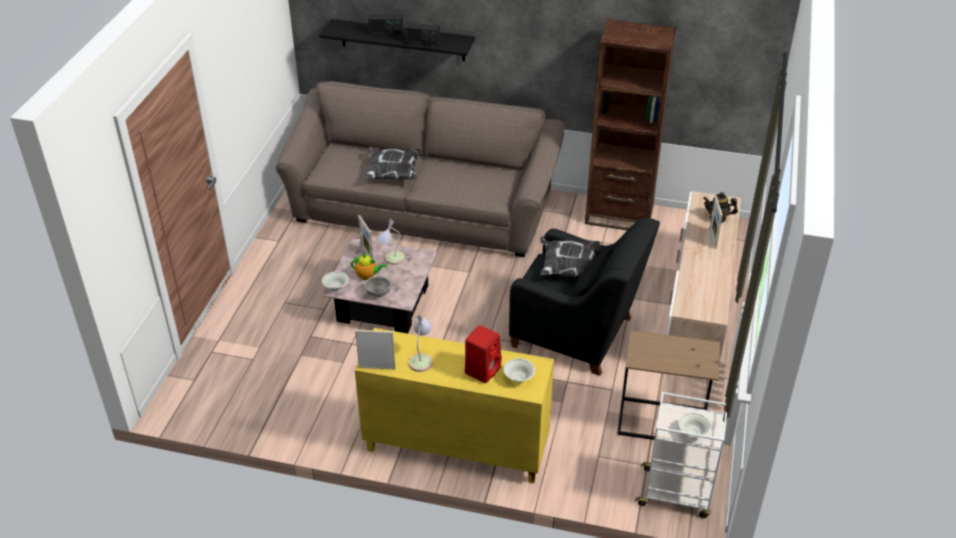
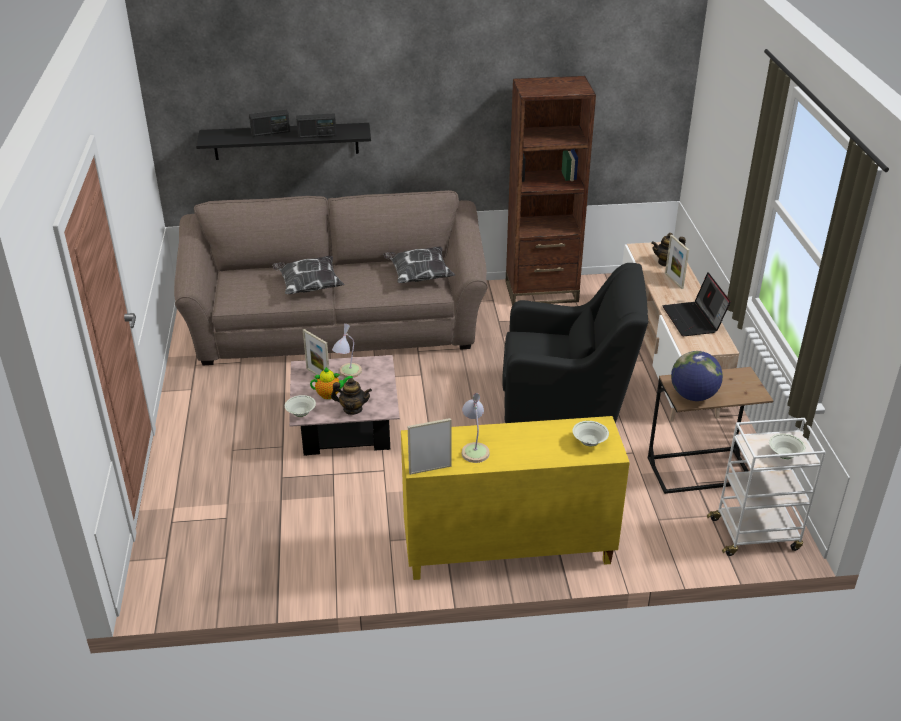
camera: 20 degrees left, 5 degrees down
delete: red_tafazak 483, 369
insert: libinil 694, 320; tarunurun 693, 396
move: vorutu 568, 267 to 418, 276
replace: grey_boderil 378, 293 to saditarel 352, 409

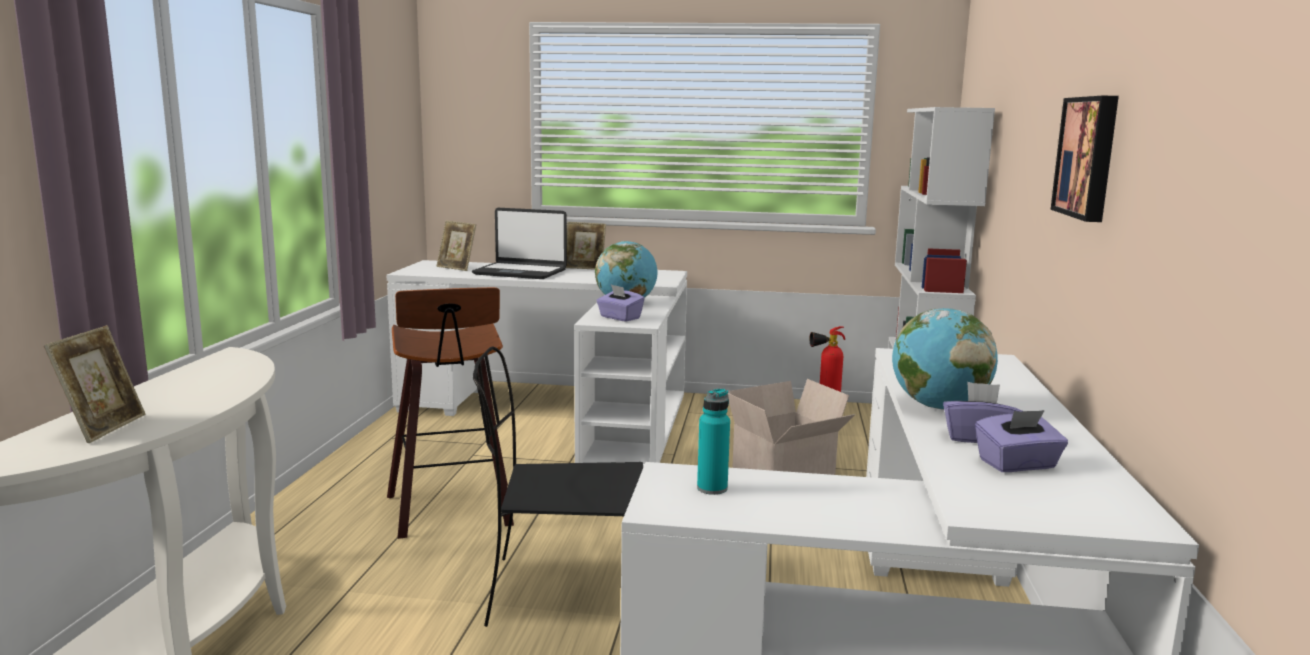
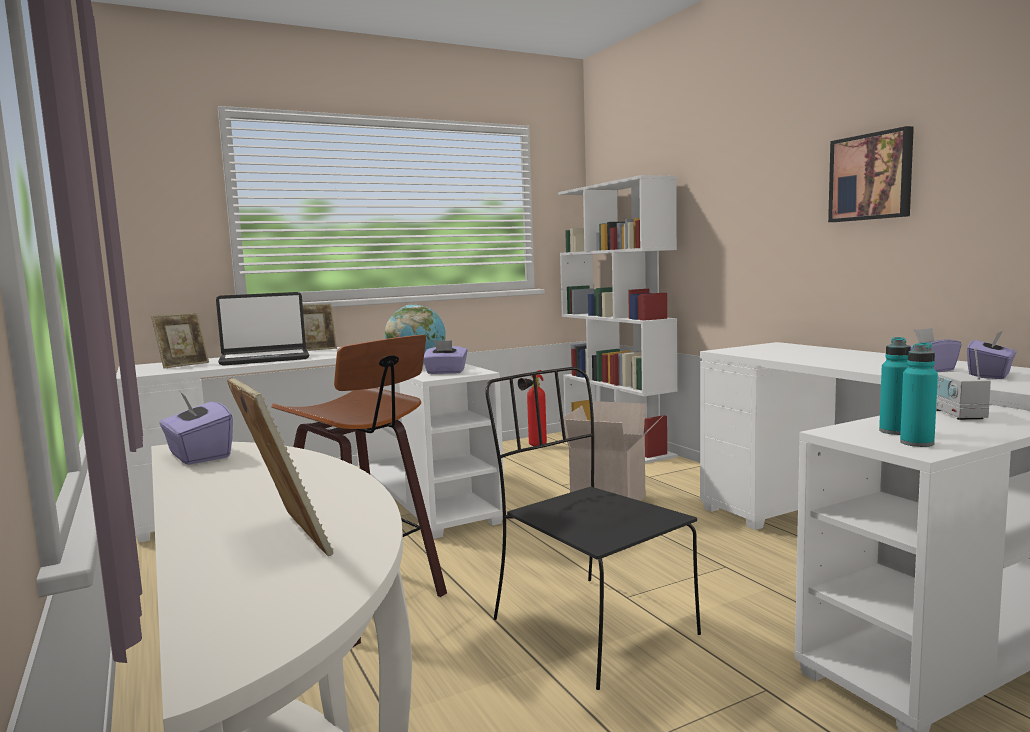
camera: 35 degrees left, 5 degrees down
delete: tarunurun 938, 407
insert: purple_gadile 198, 455; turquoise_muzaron 917, 443; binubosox 958, 414
rotate: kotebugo 456, 268 = 183, 365 45 degrees counterclockwise; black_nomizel 563, 592 = 589, 626 90 degrees clockwise

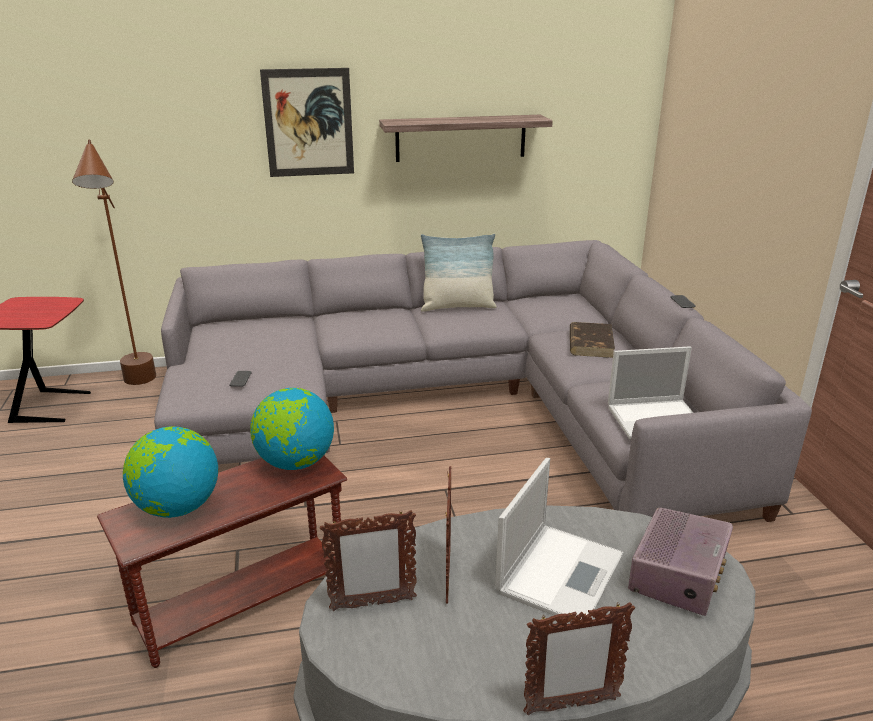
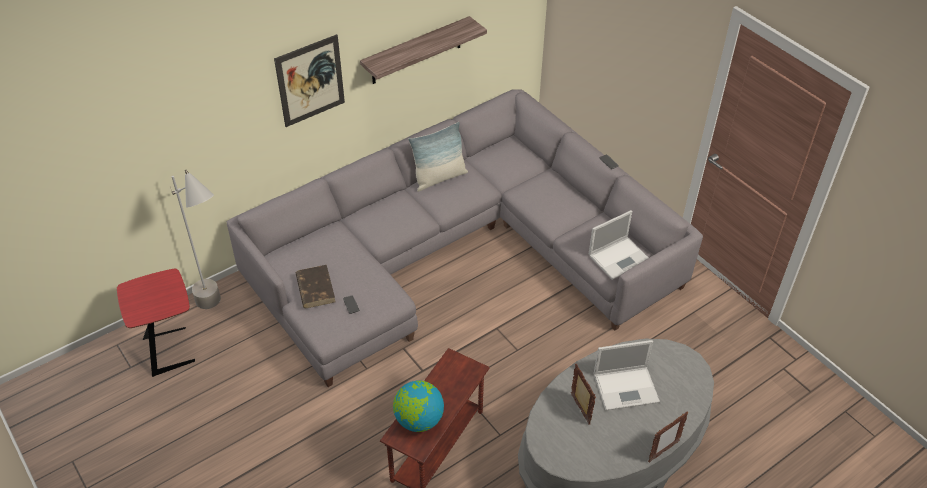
camera: 25 degrees left, 20 degrees up
delete: tarunurun 295, 463; kotebugo 372, 604; binubosox 678, 575
move: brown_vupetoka 590, 343 to 315, 288
recolor: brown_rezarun 139, 389 to grey_rezarun 219, 311
rotate: libinil 561, 571 = 627, 388 75 degrees clockwise

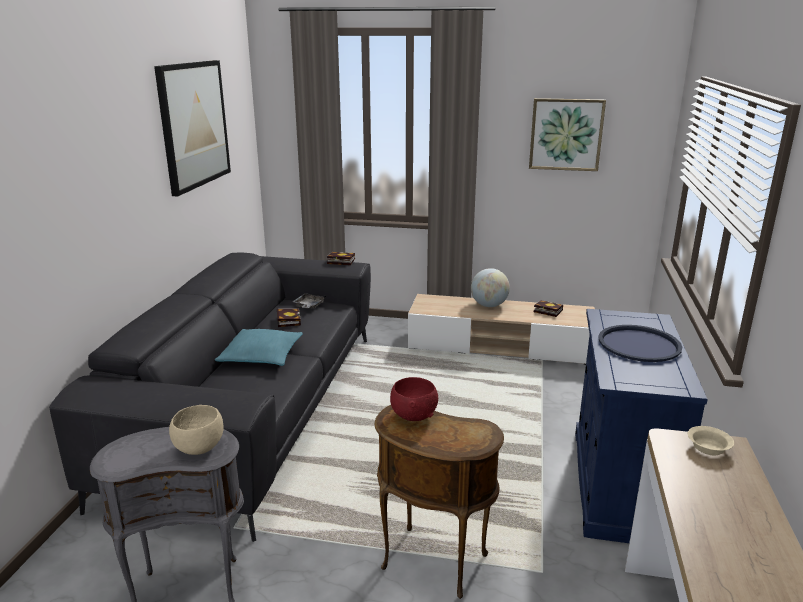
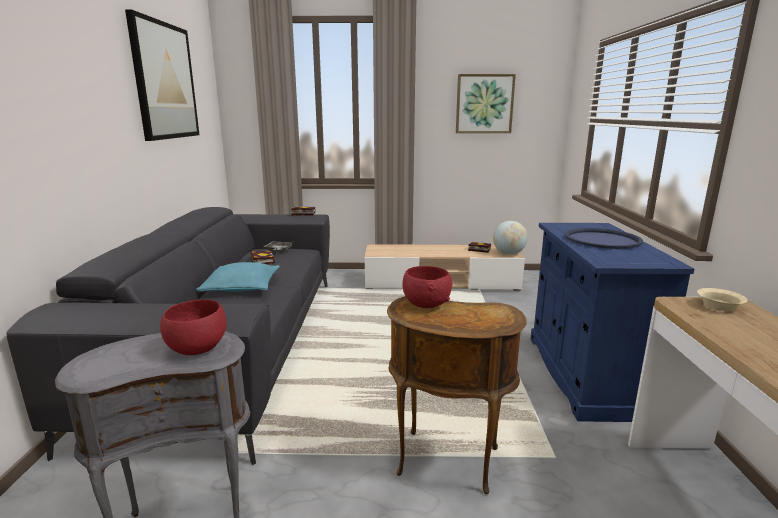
camera: 10 degrees left, 5 degrees down
move: tarunurun 489, 305 to 508, 253
recolor: beige_boderil 199, 448 to red_boderil 197, 349

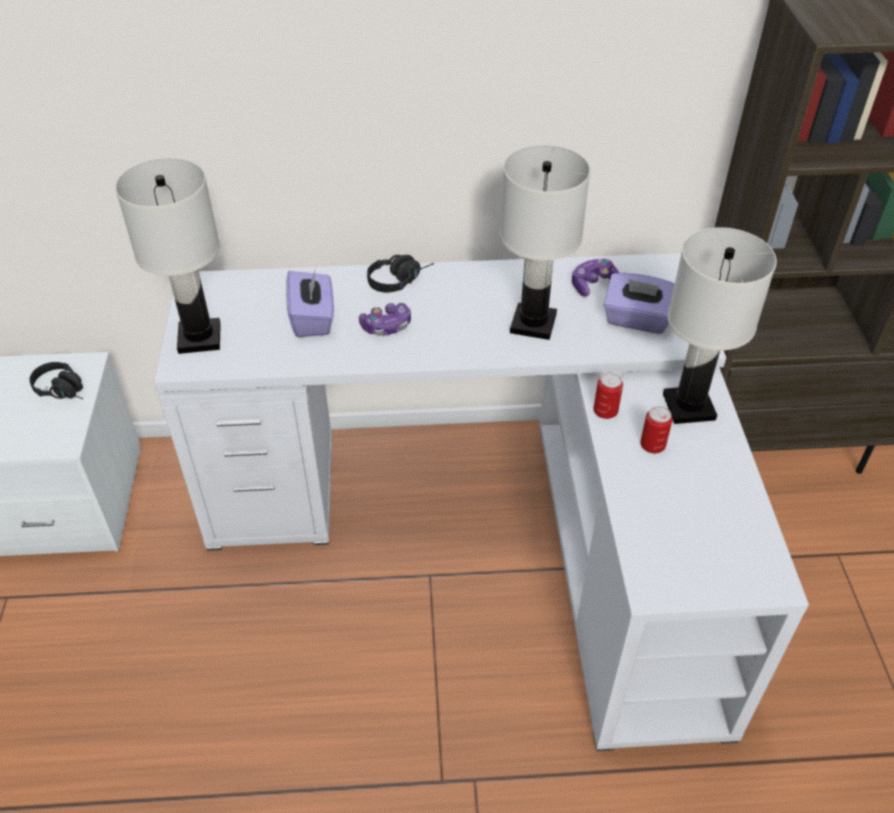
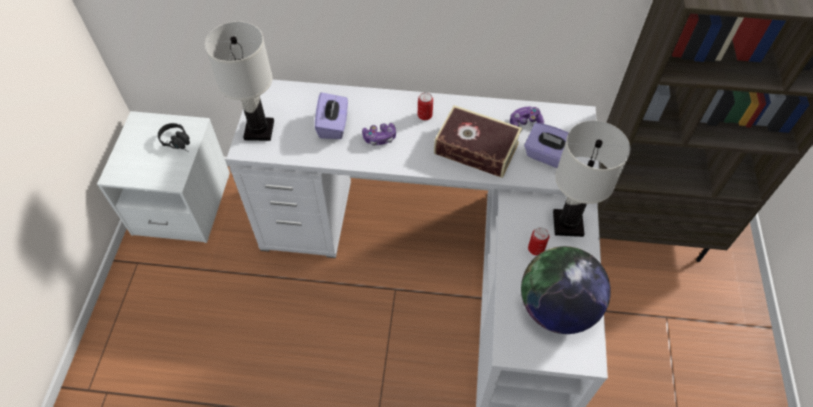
camera: 10 degrees right, 10 degrees up
delete: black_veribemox 400, 280
insert: tarunurun 556, 308
move: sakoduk 605, 411 to 425, 115
replace: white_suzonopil 532, 323 to vupetoka 476, 148

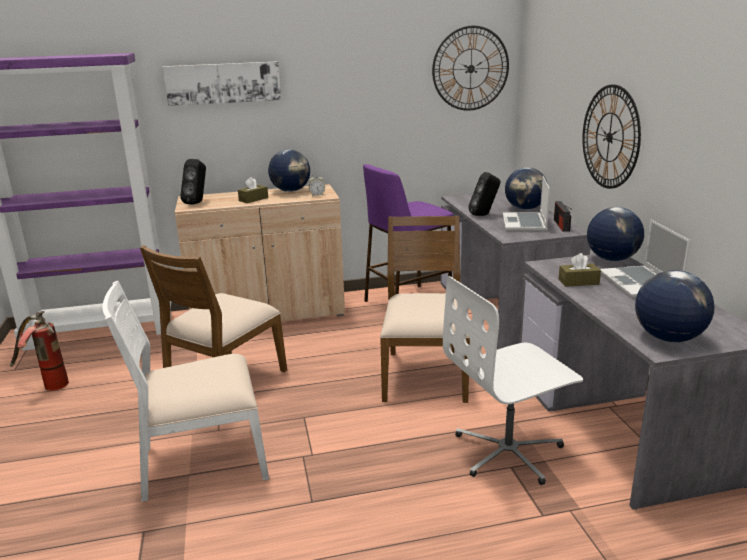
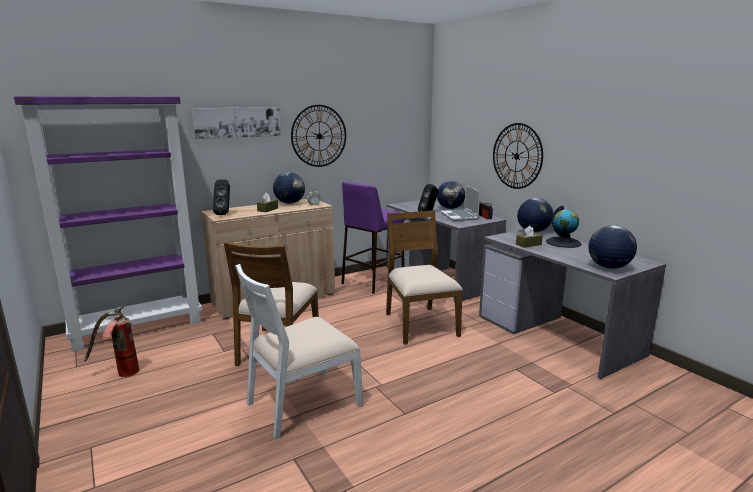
camera: 20 degrees left, 5 degrees down
delete: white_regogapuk 509, 452
move: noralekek 470, 68 to 319, 136
replace: libinil 640, 284 to tarunurun 563, 242

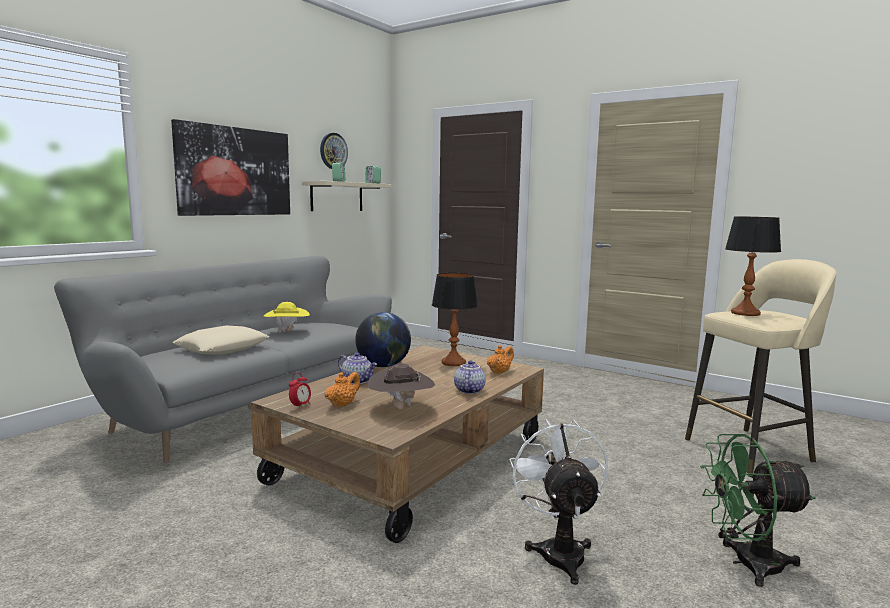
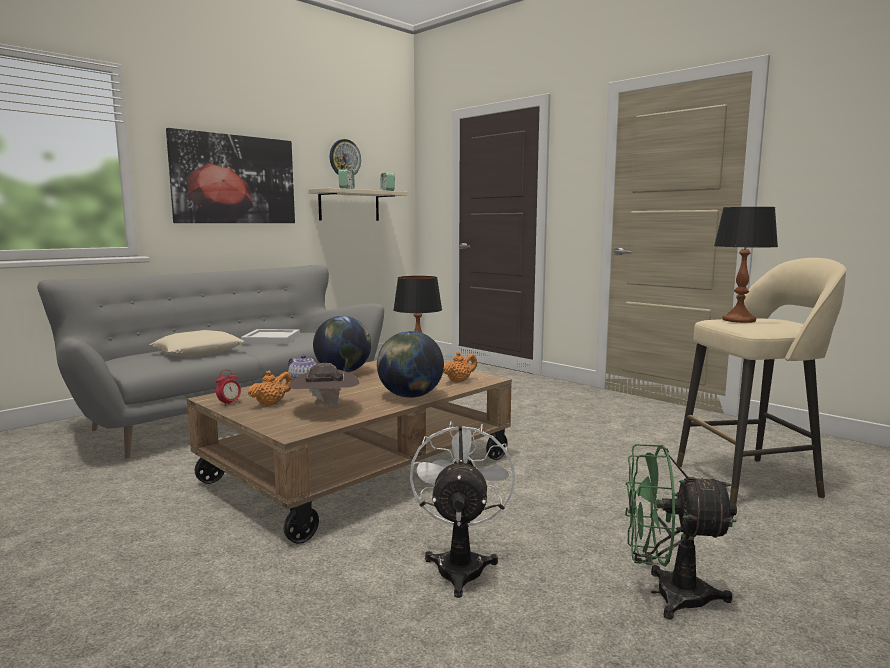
camera: 10 degrees right, 0 degrees up
replace: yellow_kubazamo 287, 332 to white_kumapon 272, 339; saditarel 468, 390 to tarunurun 410, 396

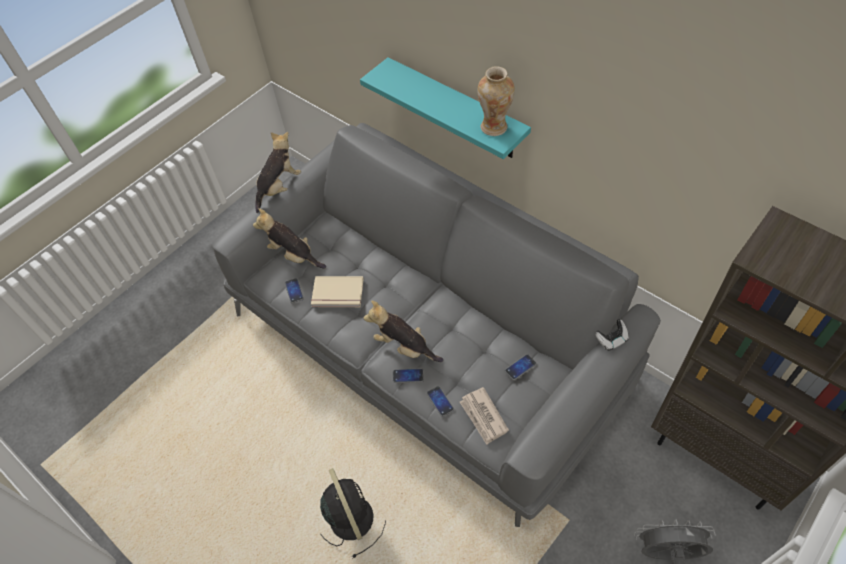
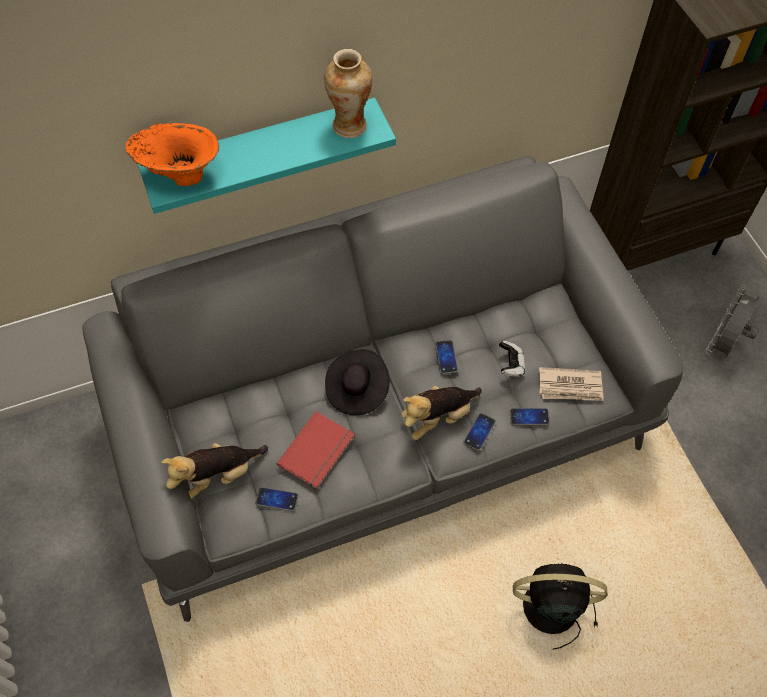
camera: 65 degrees left, 5 degrees up
delete: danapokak 279, 187
insert: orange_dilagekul 180, 174; black_kubazamo 357, 390
move: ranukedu 520, 367 to 446, 357; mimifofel 611, 339 to 510, 364
recolor: beige_vupetoka 338, 294 to red_vupetoka 318, 452

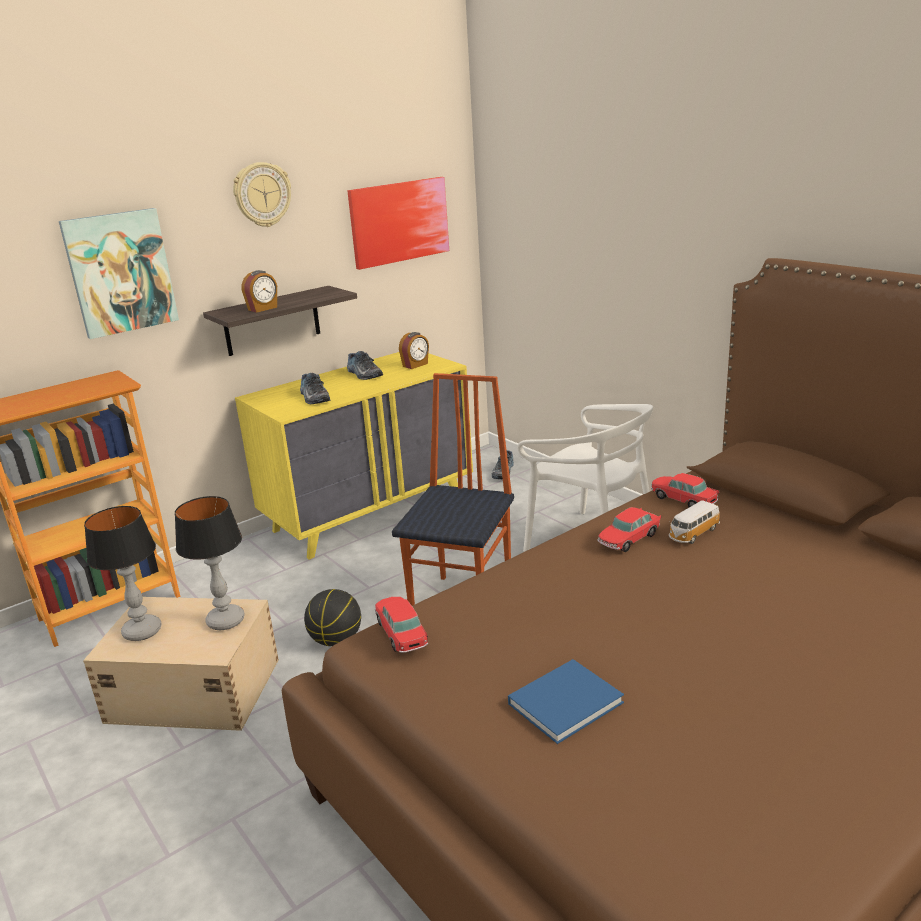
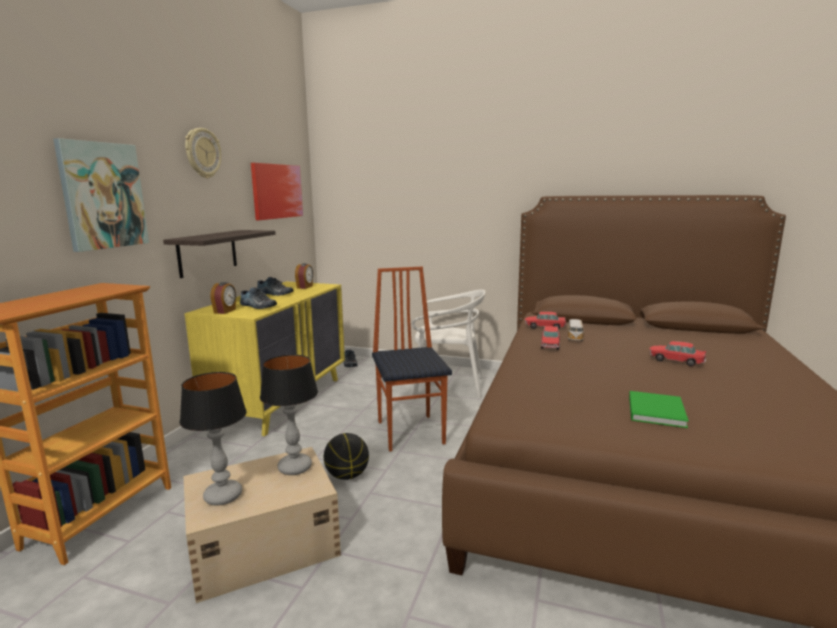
camera: 35 degrees left, 10 degrees down
move: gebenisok 263, 309 to 225, 311; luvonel 401, 633 to 676, 361
recolor: blue_vupetoka 568, 702 to green_vupetoka 656, 410

